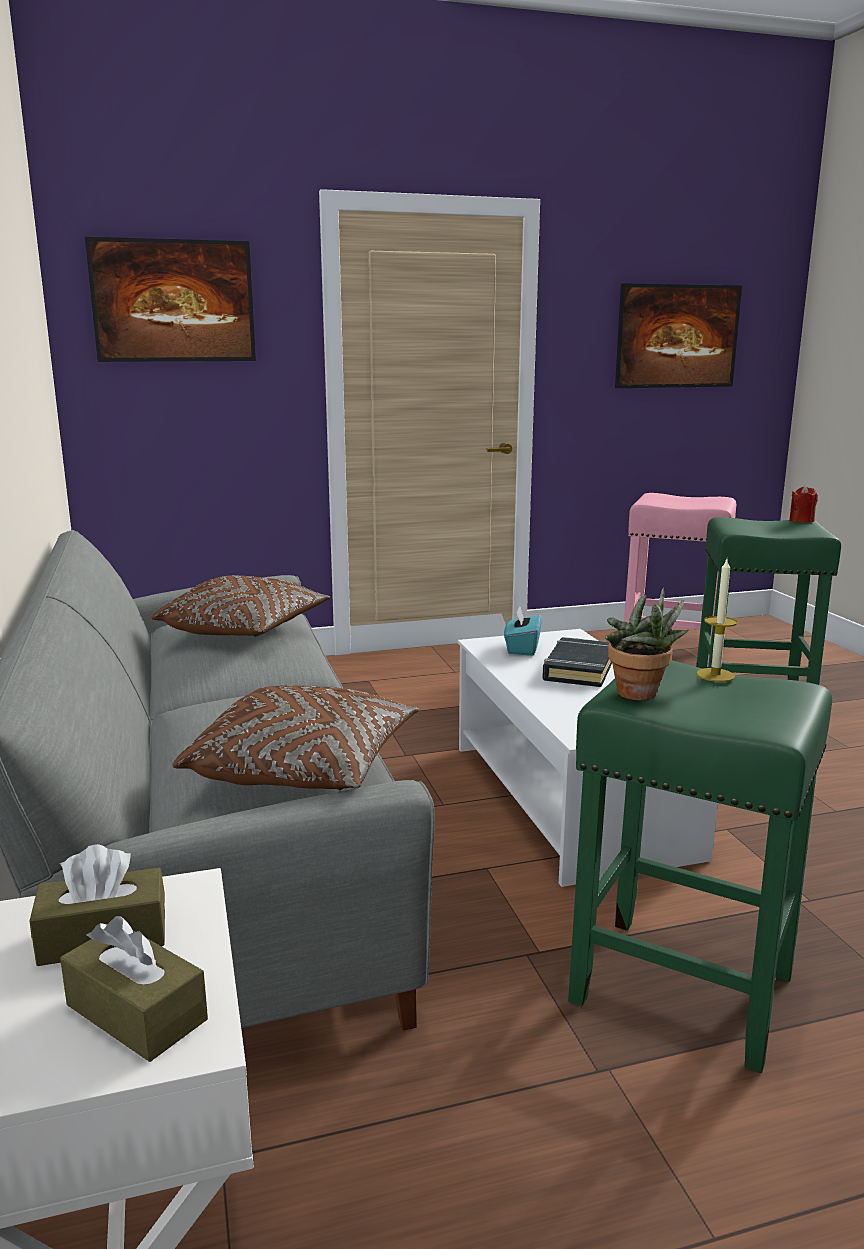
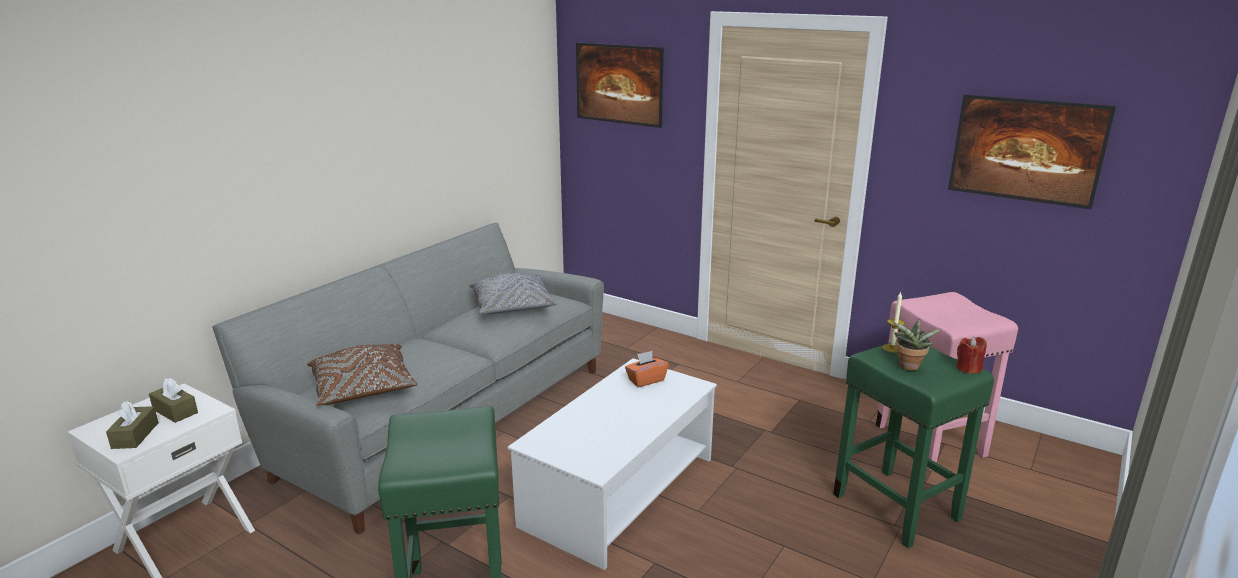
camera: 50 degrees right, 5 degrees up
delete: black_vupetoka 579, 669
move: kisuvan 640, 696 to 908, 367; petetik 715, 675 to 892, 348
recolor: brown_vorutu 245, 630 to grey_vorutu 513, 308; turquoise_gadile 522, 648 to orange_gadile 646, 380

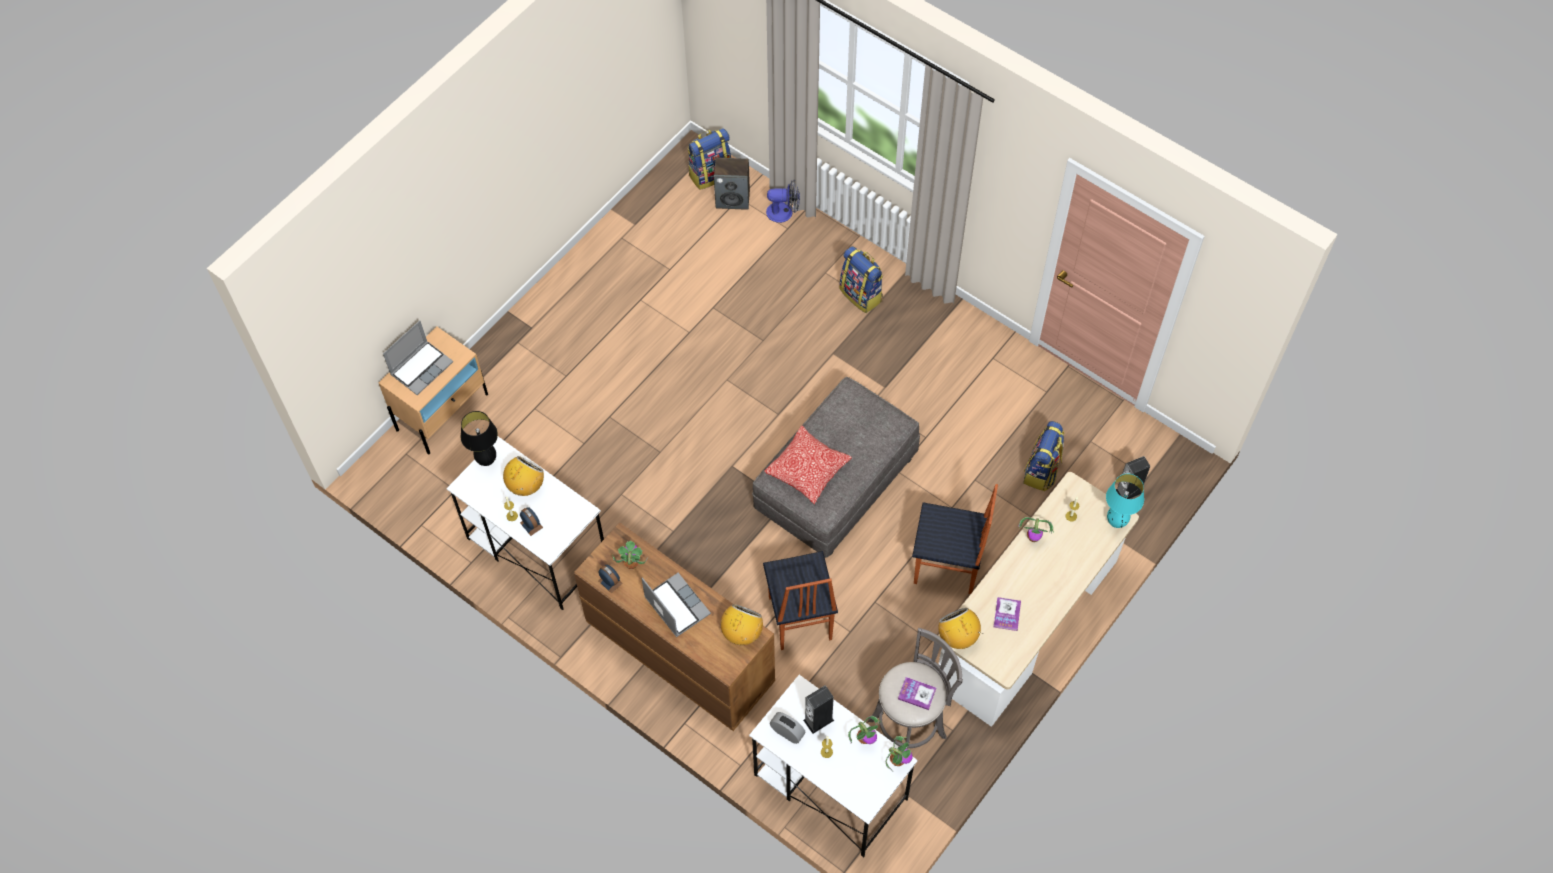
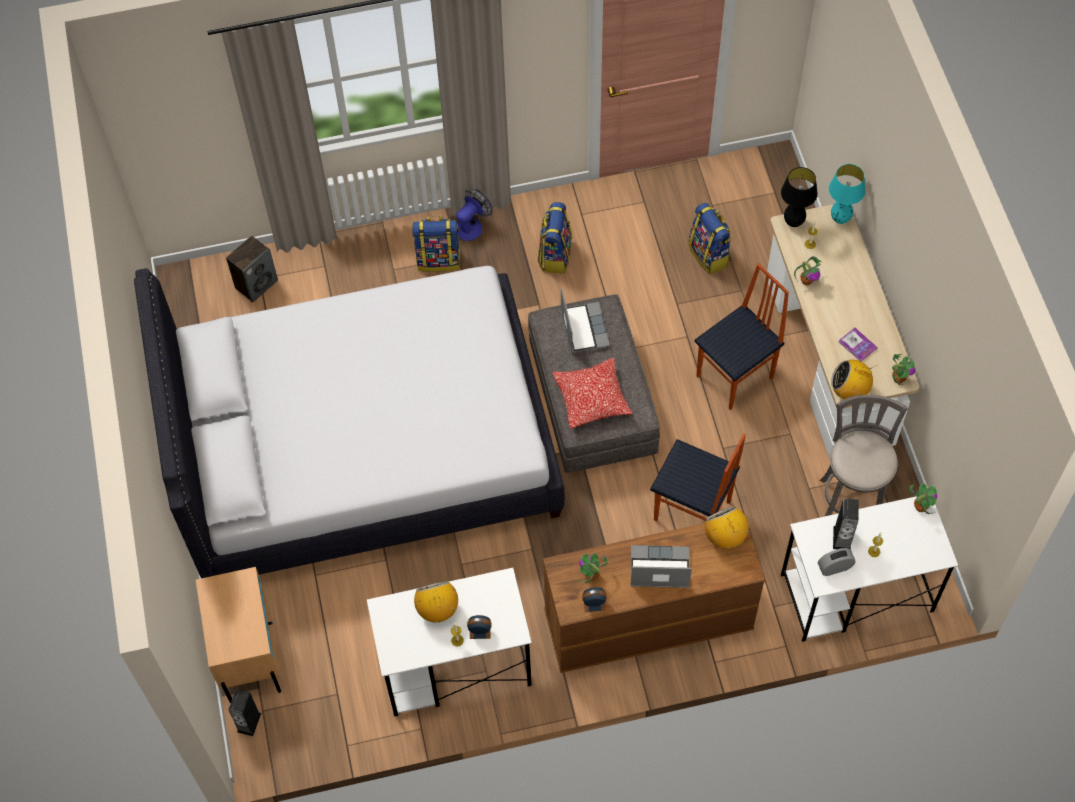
camera: 50 degrees left, 0 degrees up
delete: vupetoka 917, 694
insert: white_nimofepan 364, 448
move: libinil 421, 367 to 583, 328; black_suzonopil 487, 460 to 793, 222; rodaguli 710, 174 to 555, 255; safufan 784, 212 to 472, 225; kisuvan 865, 738 to 898, 378; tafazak 1128, 491 to 249, 722

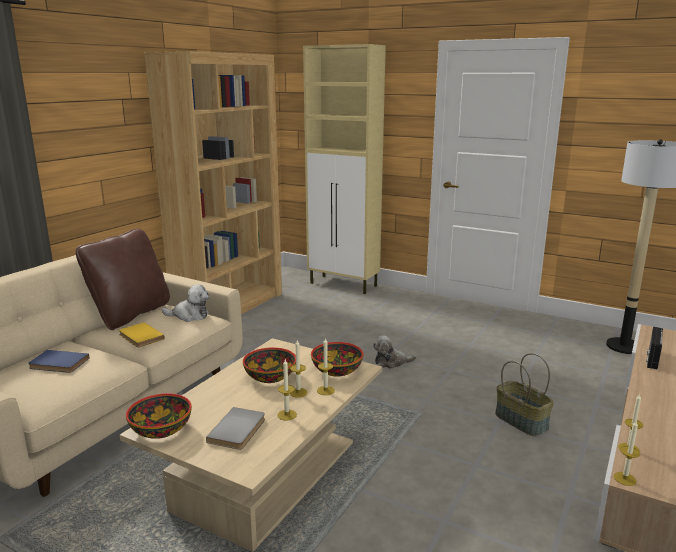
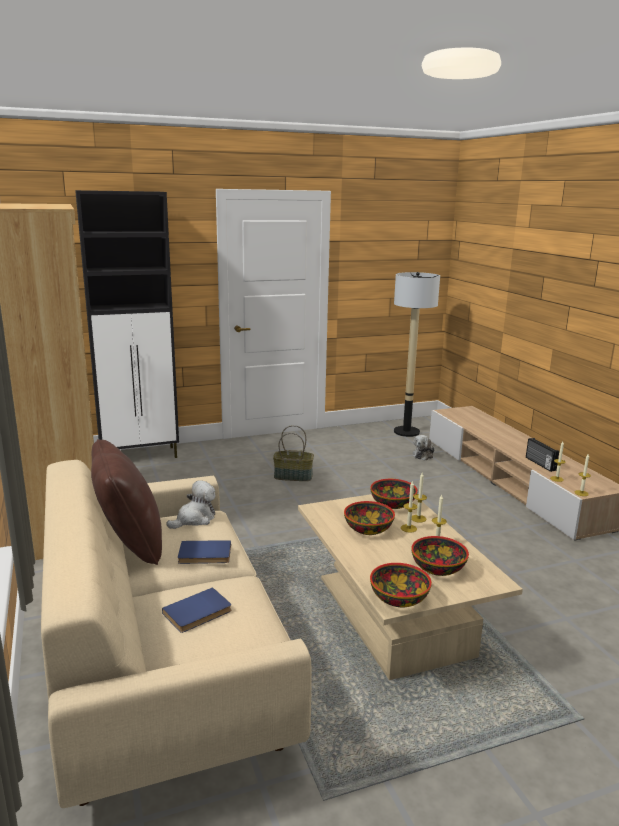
camera: 50 degrees left, 0 degrees up
move: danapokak 391, 362 to 423, 455; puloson 522, 421 to 293, 476; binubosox 651, 358 to 540, 464
replace: grey_vupetoka 239, 430 to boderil 438, 568
recolor: yellow_vupetoka 140, 337 to blue_vupetoka 204, 555; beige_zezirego 344, 285 to black_zezirego 141, 456

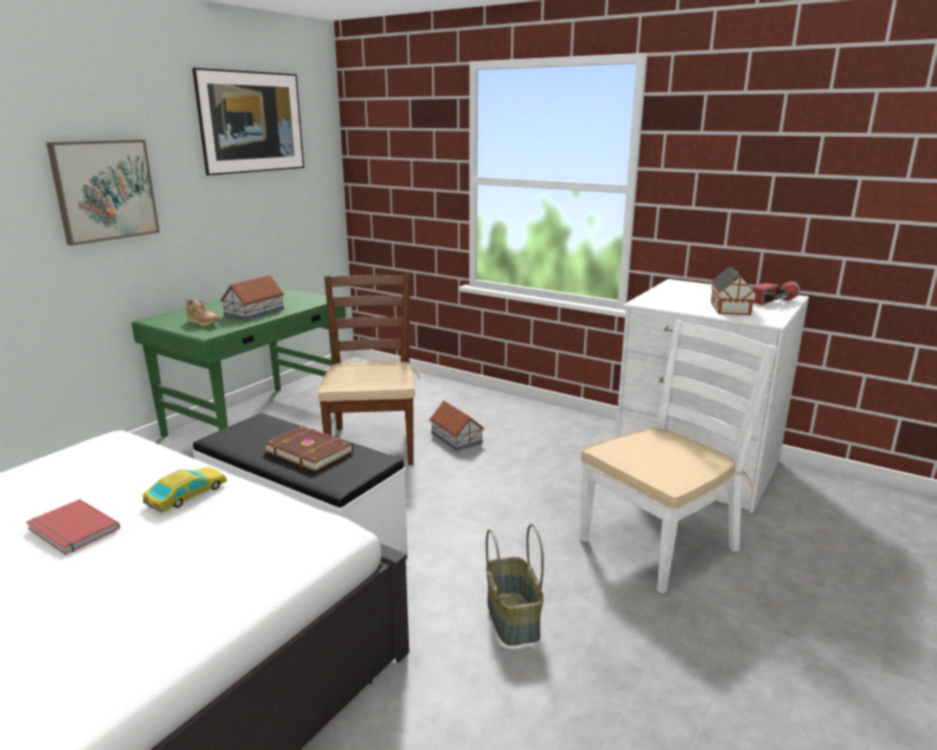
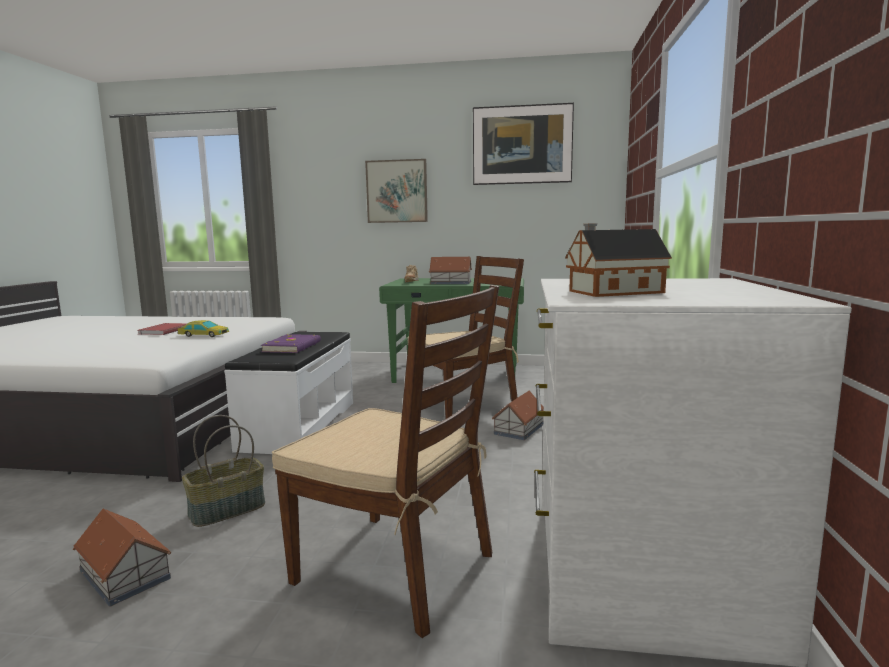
camera: 65 degrees right, 10 degrees down
delete: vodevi 774, 301
insert: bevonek 124, 575
recolor: brown_vupetoka 310, 451 to purple_vupetoka 293, 347; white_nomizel 659, 544 to brown_nomizel 397, 568

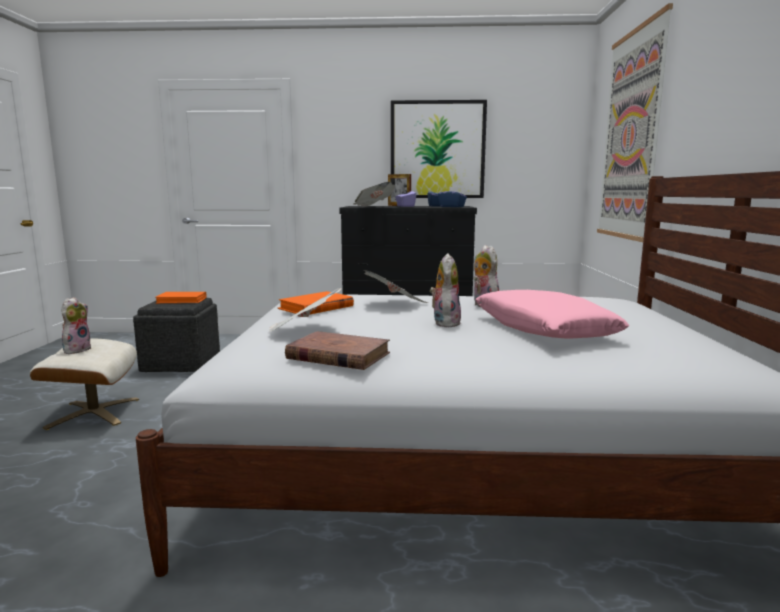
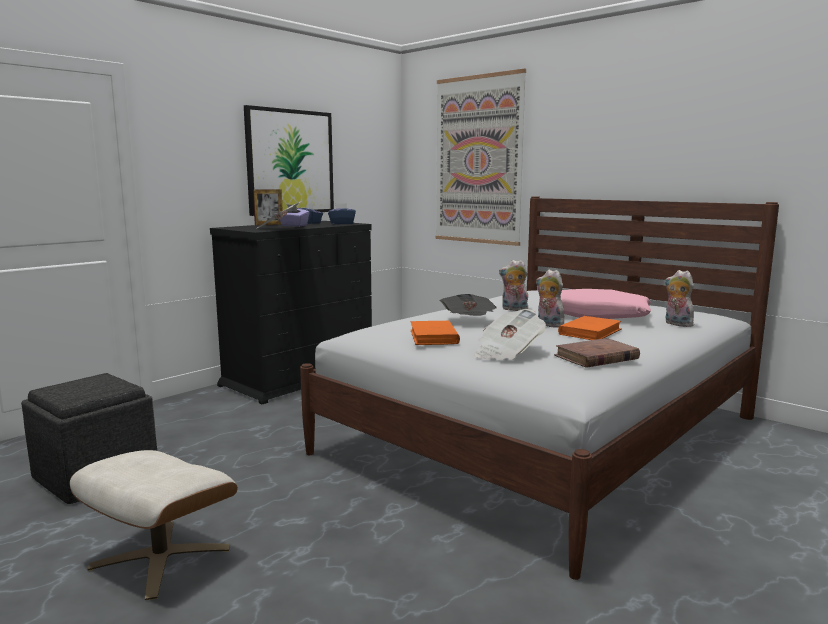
camera: 50 degrees left, 0 degrees up
move: danapokak 77, 350 to 676, 324; orange_vupetoka 182, 300 to 590, 332

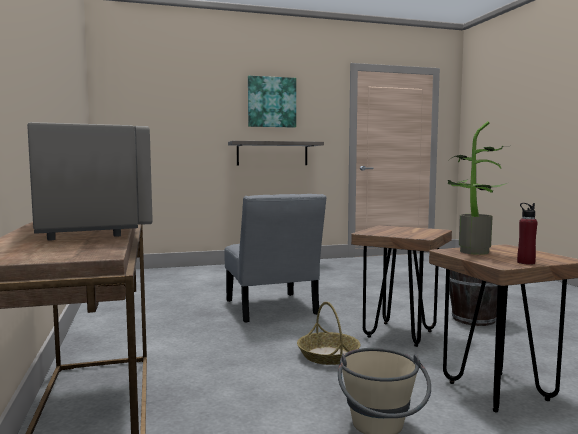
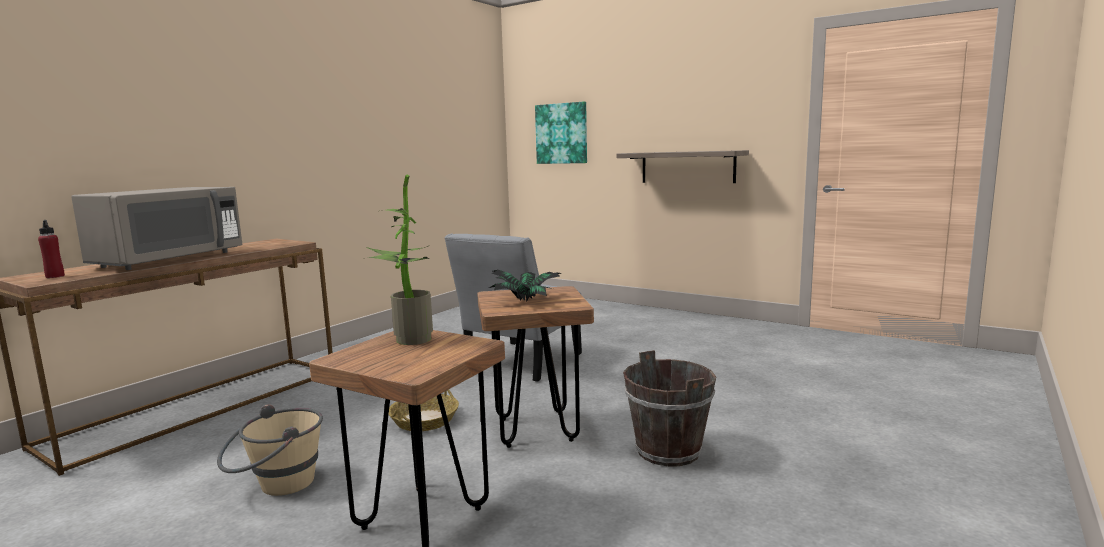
camera: 50 degrees right, 5 degrees up
insert: kisuvan 526, 301
move: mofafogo 271, 102 to 562, 133; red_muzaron 525, 262 to 55, 276

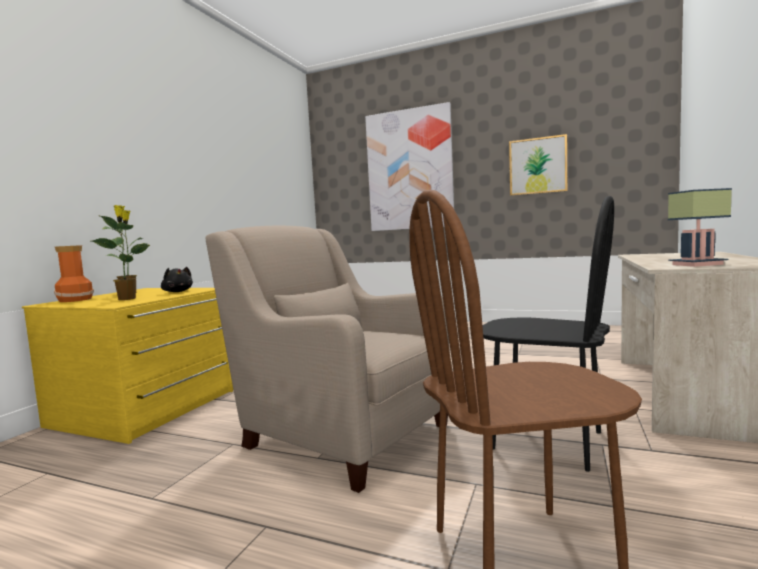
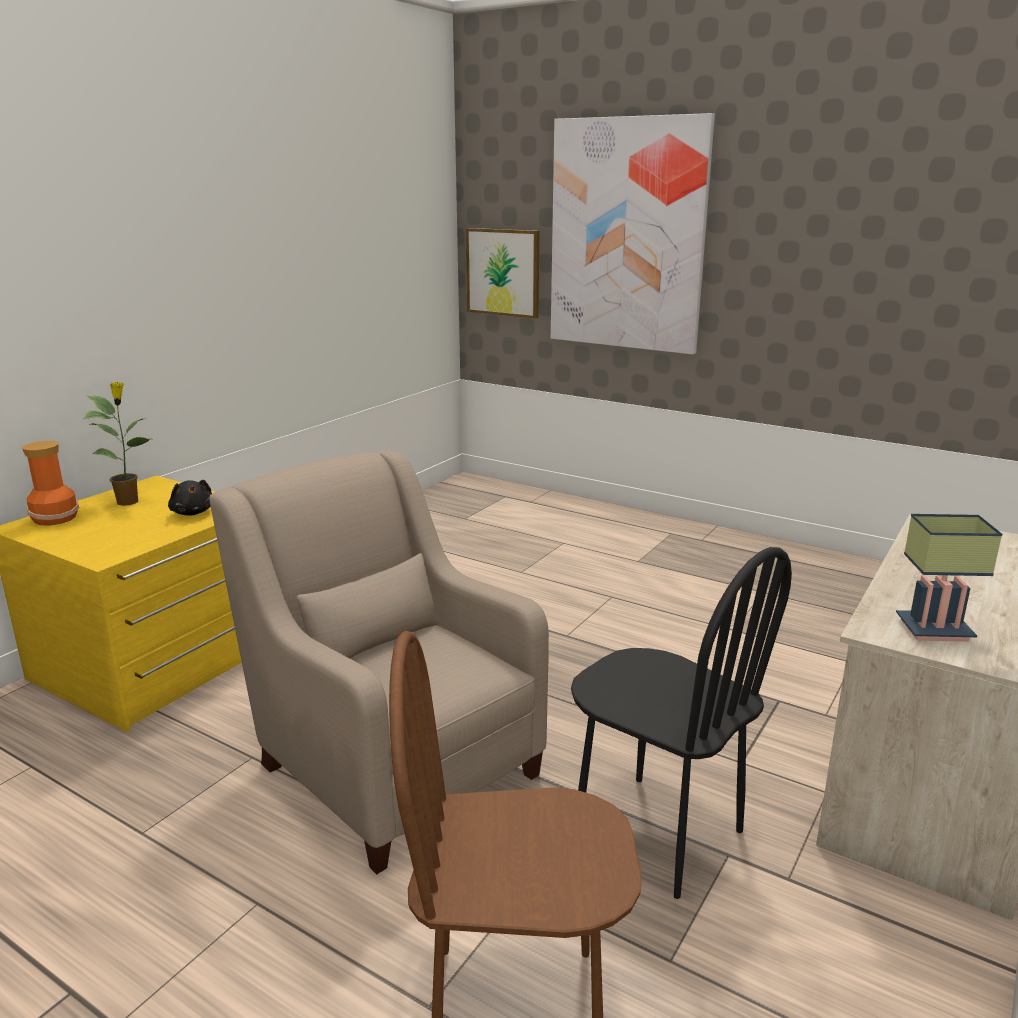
camera: 10 degrees right, 15 degrees up
delete: kisuvan 127, 299
move: mofafogo 537, 166 to 503, 272

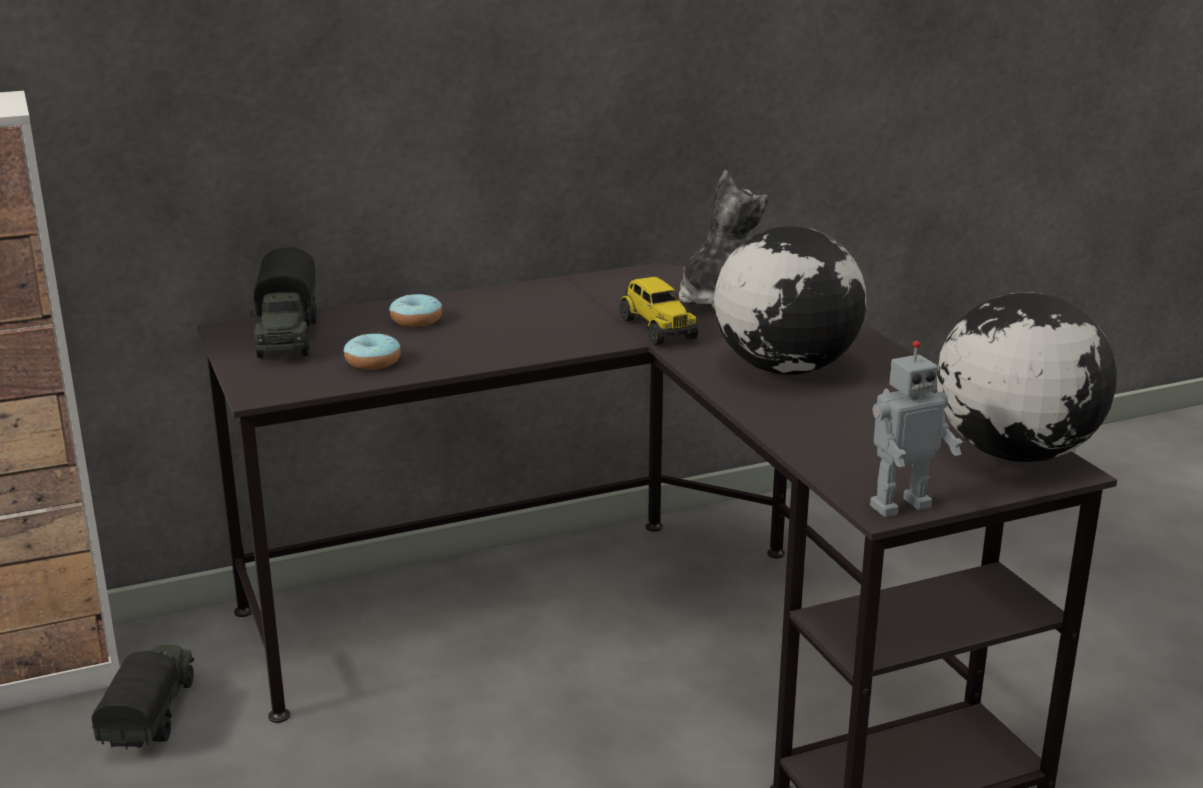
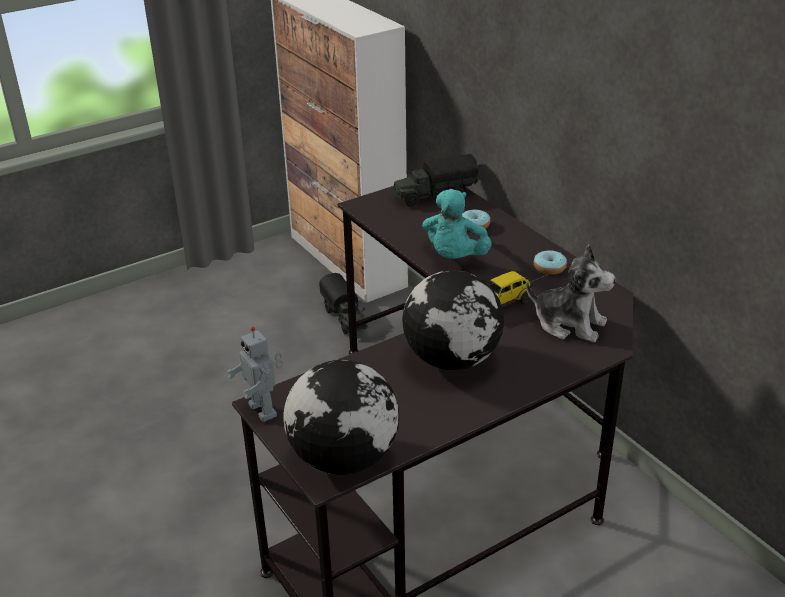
camera: 80 degrees right, 10 degrees up
insert: turquoise_danapokak 455, 258
move: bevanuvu 373, 362 to 549, 268
rotate: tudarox 152, 716 = 345, 317 75 degrees clockwise

